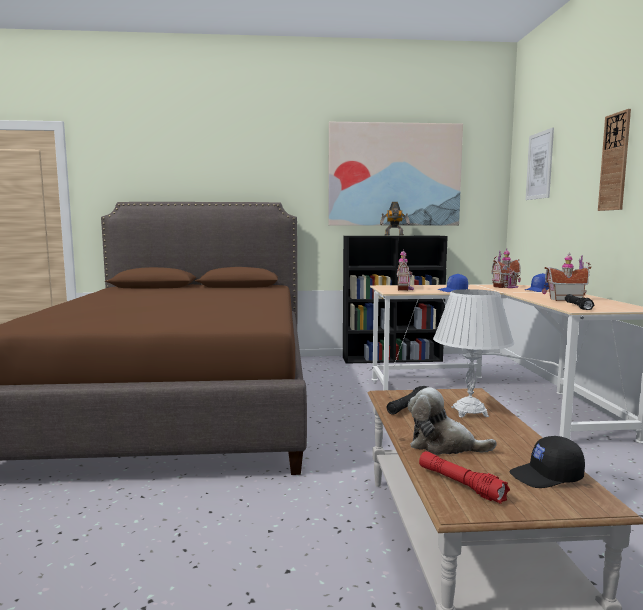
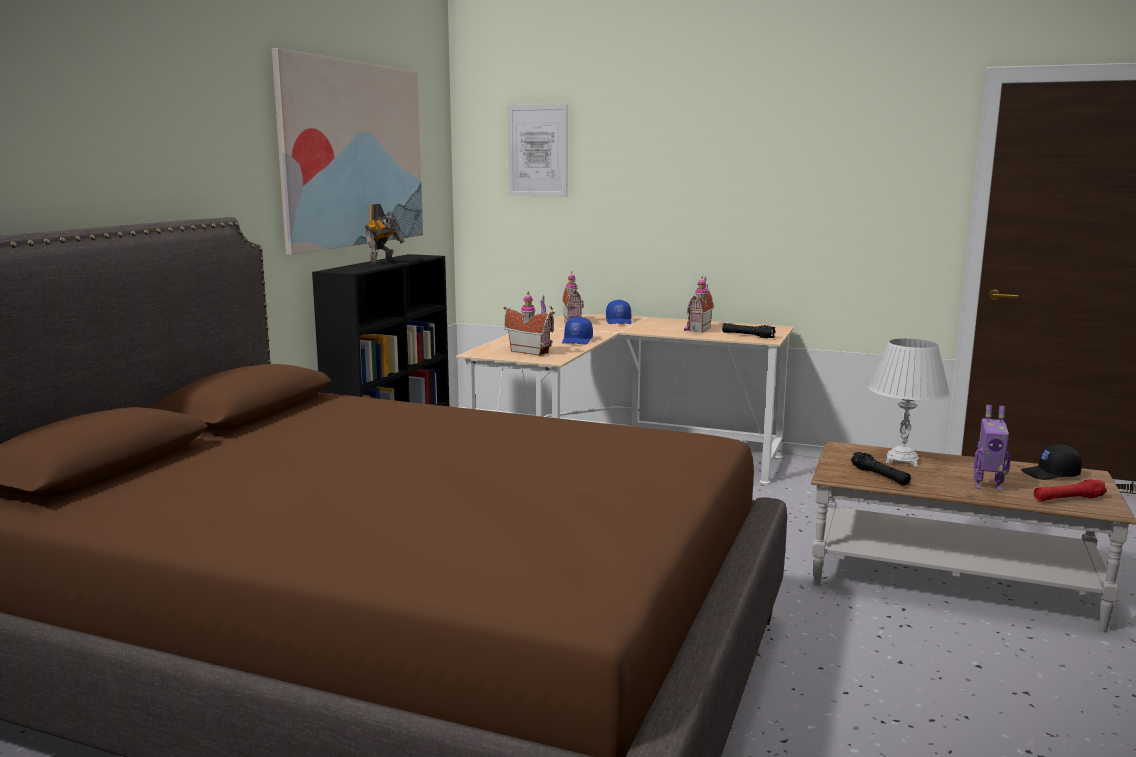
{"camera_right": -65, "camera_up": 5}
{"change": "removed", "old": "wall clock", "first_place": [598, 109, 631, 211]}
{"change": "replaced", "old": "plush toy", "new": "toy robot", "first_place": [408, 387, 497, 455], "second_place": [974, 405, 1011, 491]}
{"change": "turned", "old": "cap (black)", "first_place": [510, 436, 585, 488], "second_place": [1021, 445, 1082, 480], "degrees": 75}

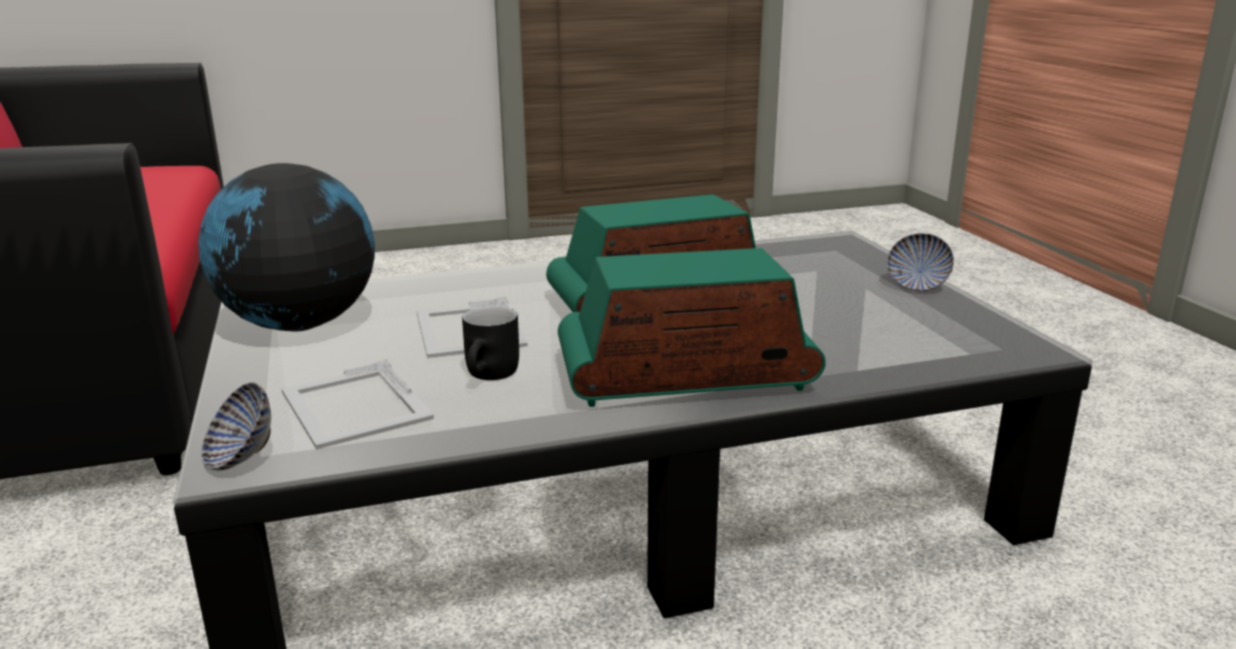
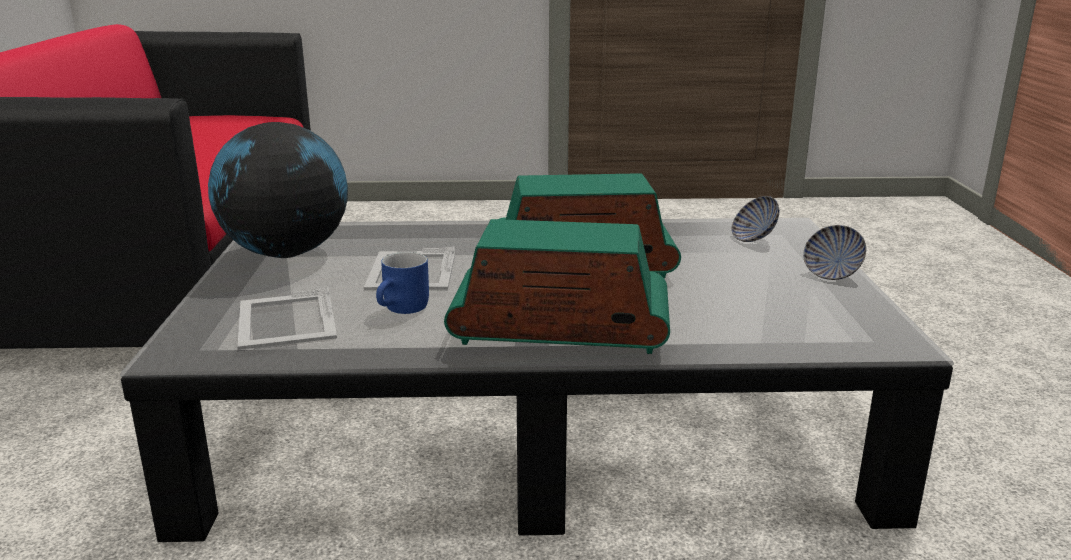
{"camera_right": 15, "camera_up": 0}
{"change": "recoloured", "old": "mug (black)", "new": "mug (blue)", "first_place": [462, 306, 519, 380], "second_place": [376, 252, 429, 314]}
{"change": "moved", "old": "bowl", "first_place": [201, 382, 271, 471], "second_place": [732, 196, 779, 242]}

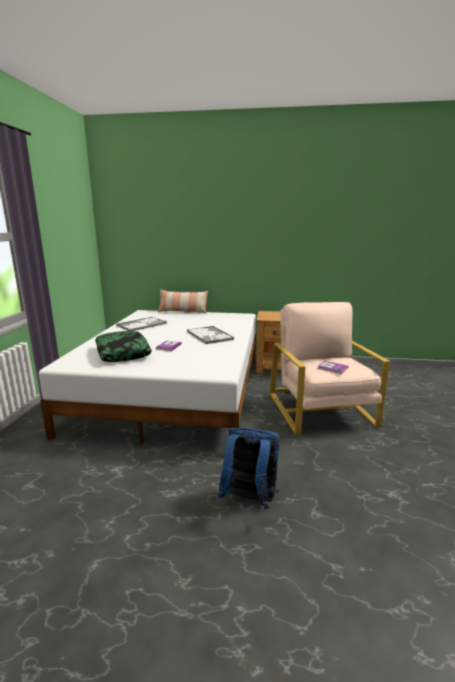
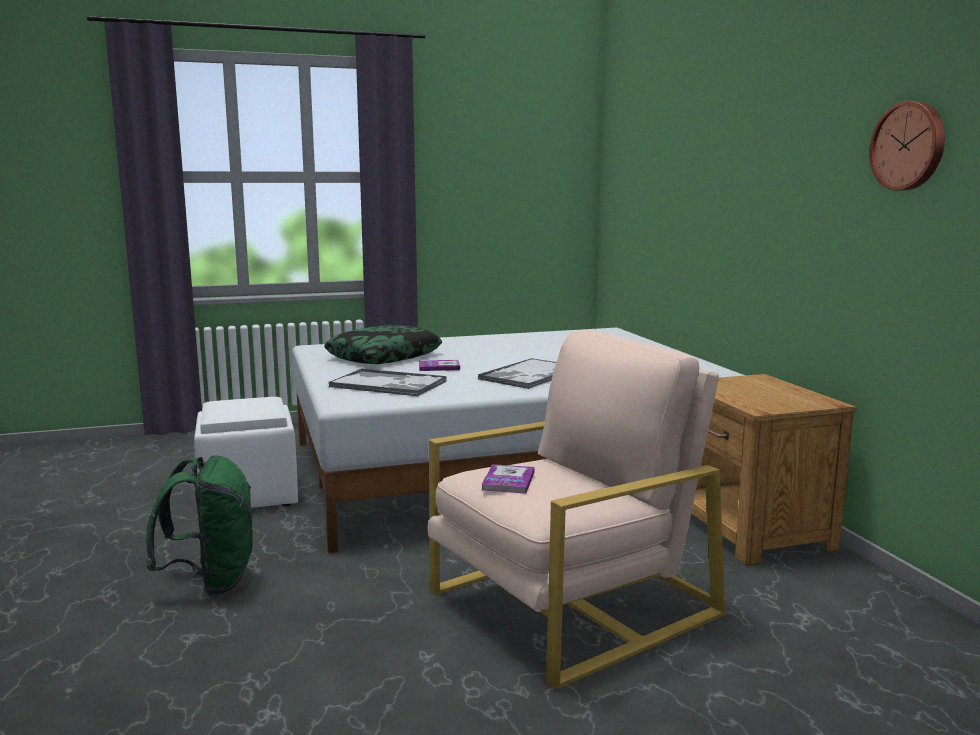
{"camera_right": 65, "camera_up": -5}
{"change": "removed", "old": "pillow", "first_place": [158, 289, 208, 314]}
{"change": "moved", "old": "tray", "first_place": [116, 317, 167, 331], "second_place": [329, 369, 447, 396]}
{"change": "recoloured", "old": "backpack (blue)", "new": "backpack (green)", "first_place": [218, 428, 280, 509], "second_place": [146, 455, 253, 596]}
{"change": "added", "new": "wall clock", "second_place": [869, 101, 945, 190]}
{"change": "added", "new": "ottoman (white)", "second_place": [194, 397, 298, 508]}

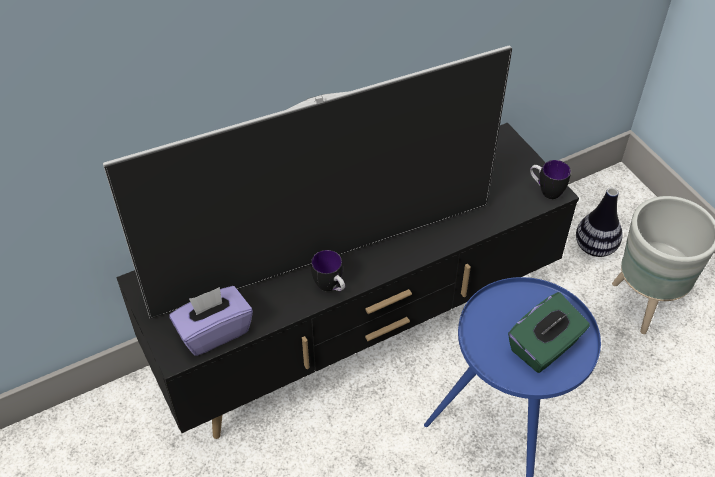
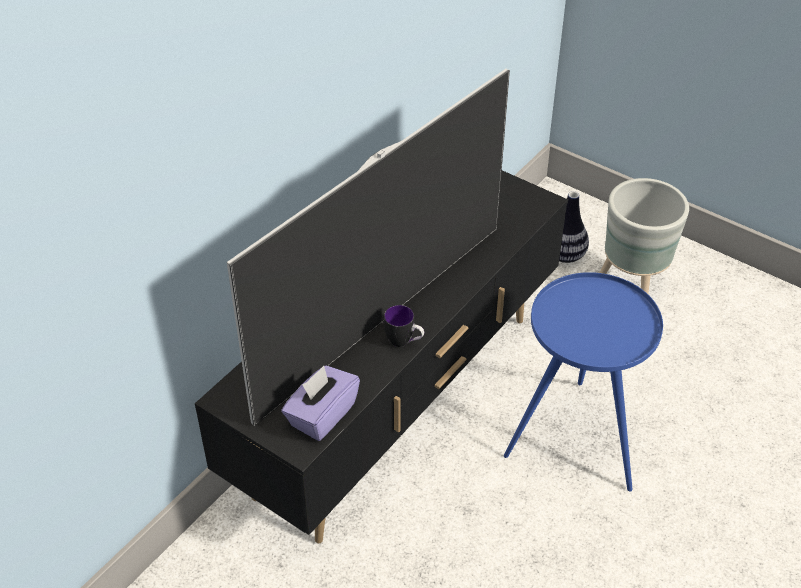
{"camera_right": -25, "camera_up": -5}
{"change": "removed", "old": "mug", "first_place": [530, 160, 571, 199]}
{"change": "removed", "old": "tissue box (green)", "first_place": [508, 292, 590, 373]}

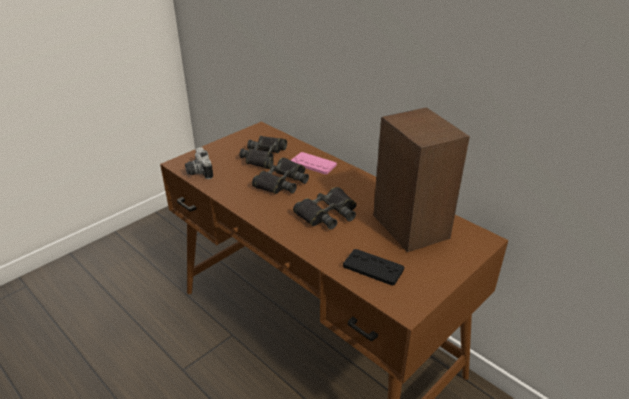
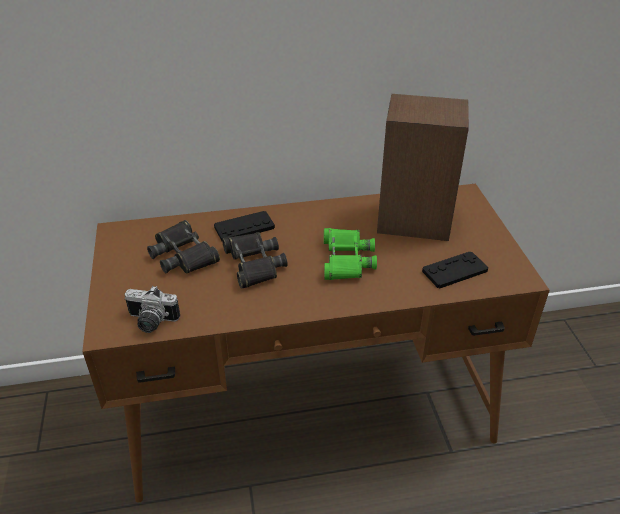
{"camera_right": -55, "camera_up": 5}
{"change": "recoloured", "old": "game controller (pink)", "new": "game controller (black)", "first_place": [291, 152, 337, 175], "second_place": [214, 211, 275, 241]}
{"change": "recoloured", "old": "binoculars (black)", "new": "binoculars (green)", "first_place": [293, 187, 357, 230], "second_place": [324, 228, 377, 280]}

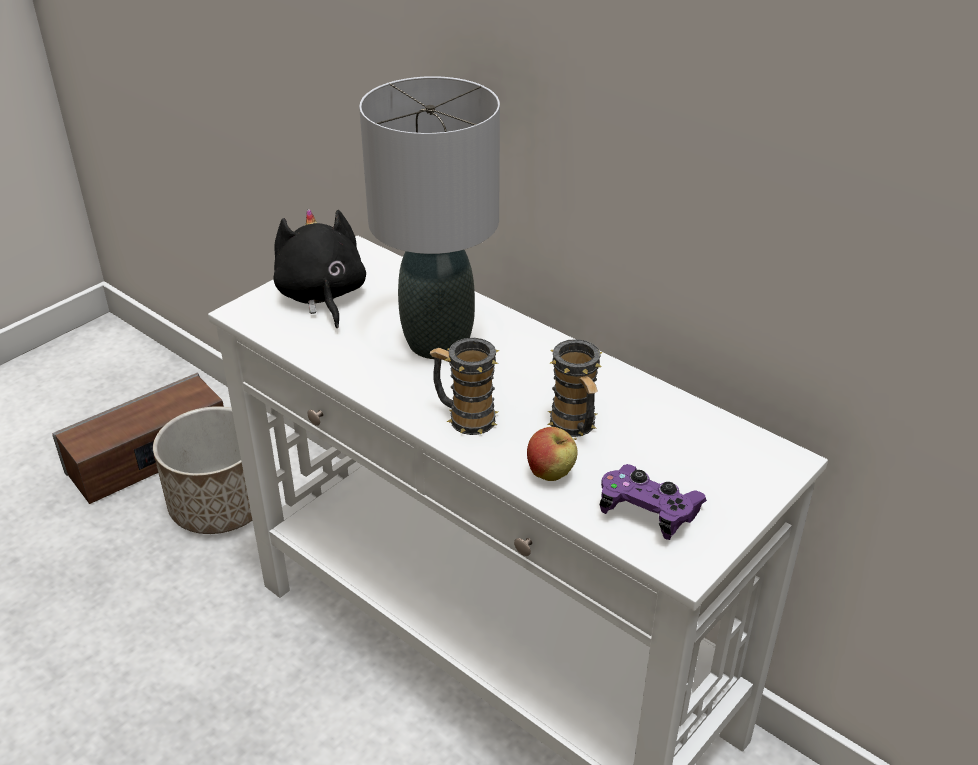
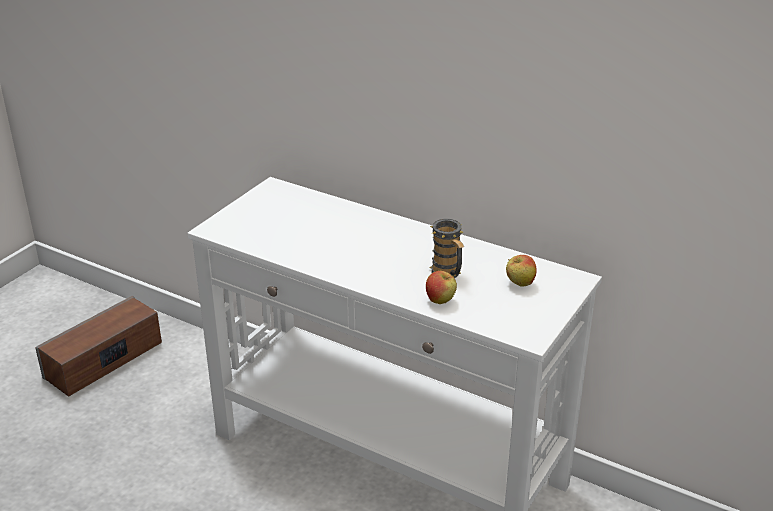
{"camera_right": -10, "camera_up": -5}
{"change": "removed", "old": "table lamp (grey)", "first_place": [359, 76, 500, 359]}
{"change": "removed", "old": "plush toy (black)", "first_place": [274, 209, 366, 328]}
{"change": "removed", "old": "mug", "first_place": [430, 338, 499, 435]}
{"change": "removed", "old": "planter", "first_place": [153, 406, 252, 534]}
{"change": "removed", "old": "game controller (purple)", "first_place": [599, 464, 707, 540]}
{"change": "added", "new": "apple", "second_place": [506, 255, 537, 287]}

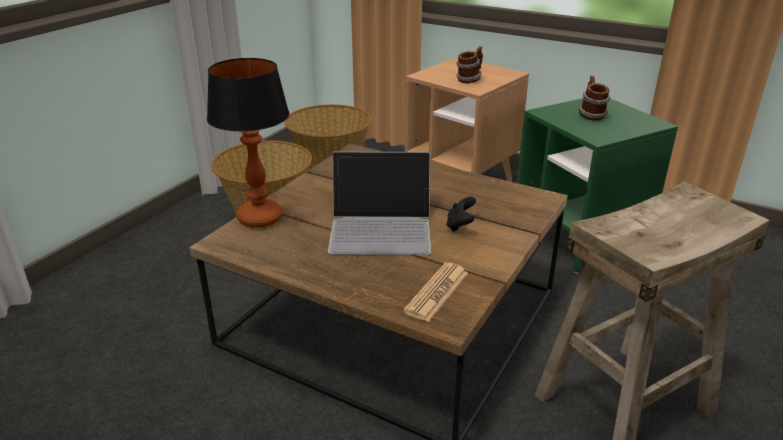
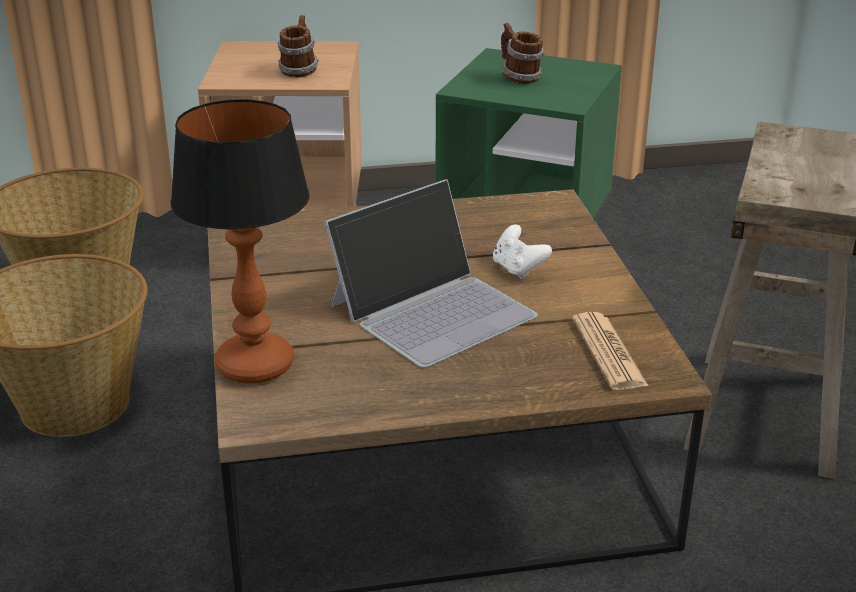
{"camera_right": -40, "camera_up": 0}
{"change": "recoloured", "old": "game controller (black)", "new": "game controller (white)", "first_place": [446, 197, 476, 232], "second_place": [493, 225, 552, 279]}

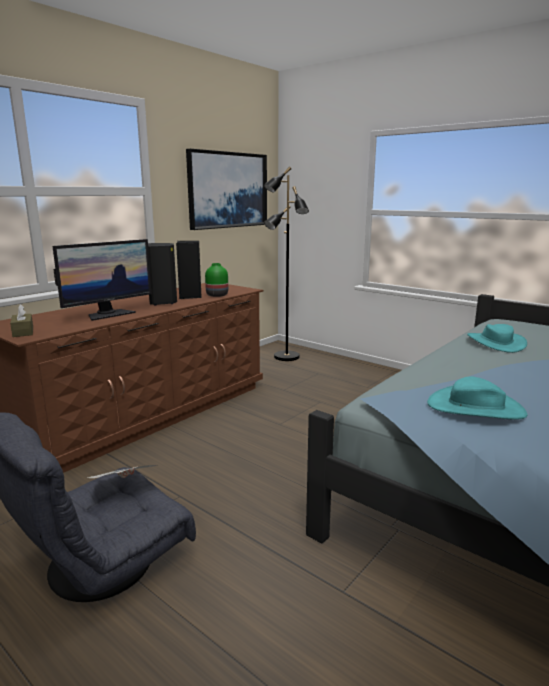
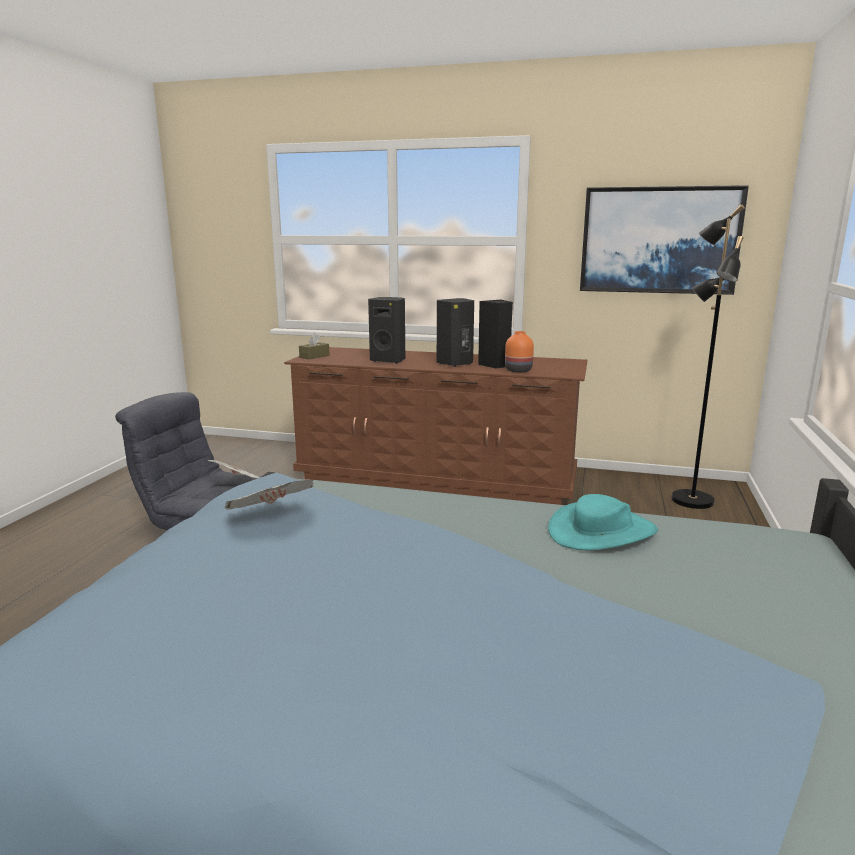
{"camera_right": 65, "camera_up": 0}
{"change": "replaced", "old": "monitor", "new": "speaker (black)", "first_place": [52, 239, 152, 321], "second_place": [368, 297, 405, 363]}
{"change": "recoloured", "old": "vase (green)", "new": "vase (orange)", "first_place": [205, 263, 228, 297], "second_place": [505, 331, 534, 373]}
{"change": "replaced", "old": "hat (turquoise)", "new": "newspaper", "first_place": [427, 376, 528, 420], "second_place": [225, 480, 314, 510]}

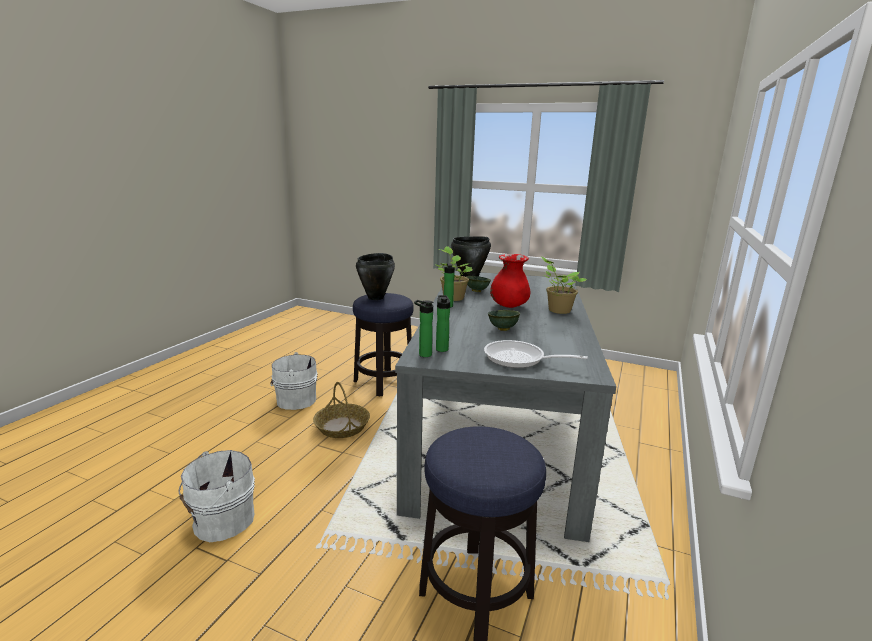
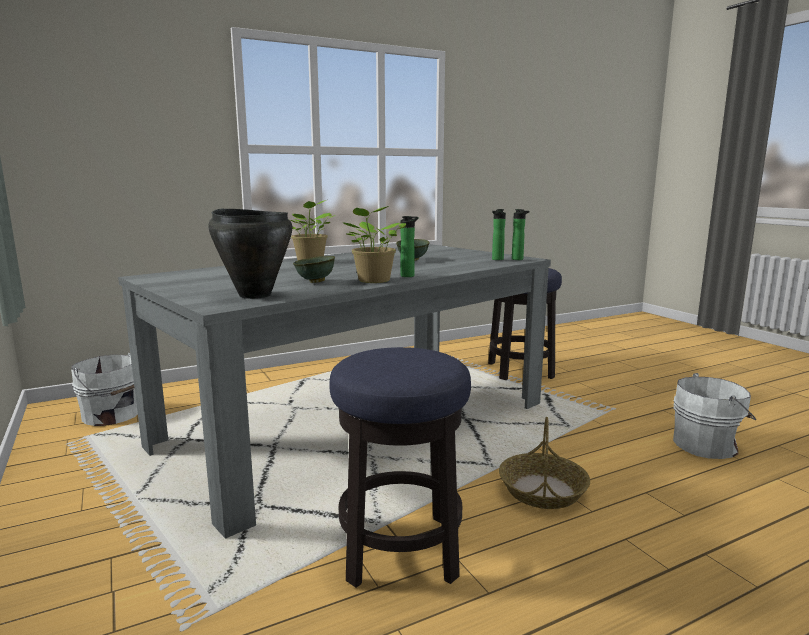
{"camera_right": -140, "camera_up": -5}
{"change": "removed", "old": "cooking pot (black)", "first_place": [356, 253, 395, 300]}
{"change": "removed", "old": "vase (red)", "first_place": [490, 254, 530, 308]}
{"change": "removed", "old": "frying pan", "first_place": [484, 340, 588, 368]}
{"change": "moved", "old": "bucket (white)", "first_place": [270, 352, 317, 410], "second_place": [71, 353, 138, 426]}

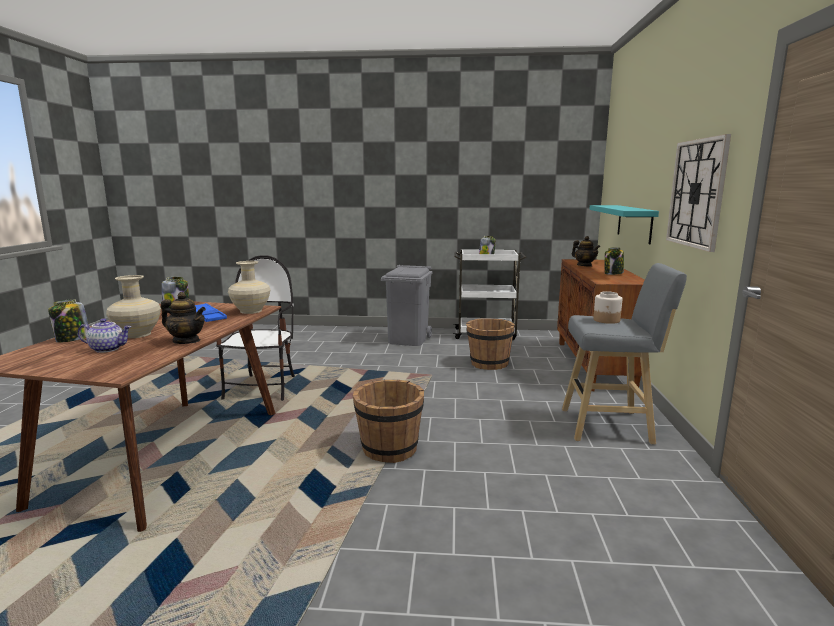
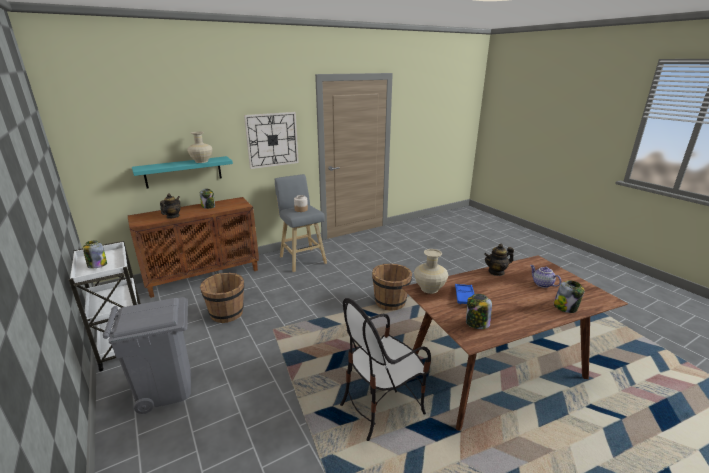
{"camera_right": -125, "camera_up": 10}
{"change": "moved", "old": "vase (beige)", "first_place": [106, 275, 161, 338], "second_place": [187, 132, 213, 163]}
{"change": "turned", "old": "teapot", "first_place": [161, 292, 206, 344], "second_place": [484, 244, 514, 276], "degrees": -90}

